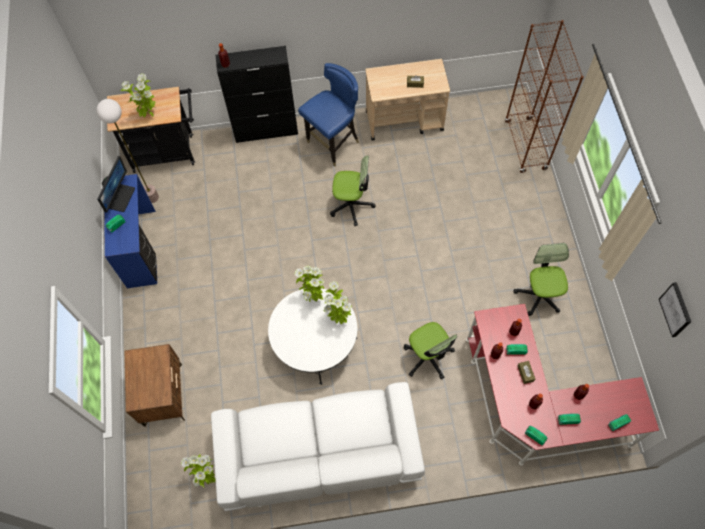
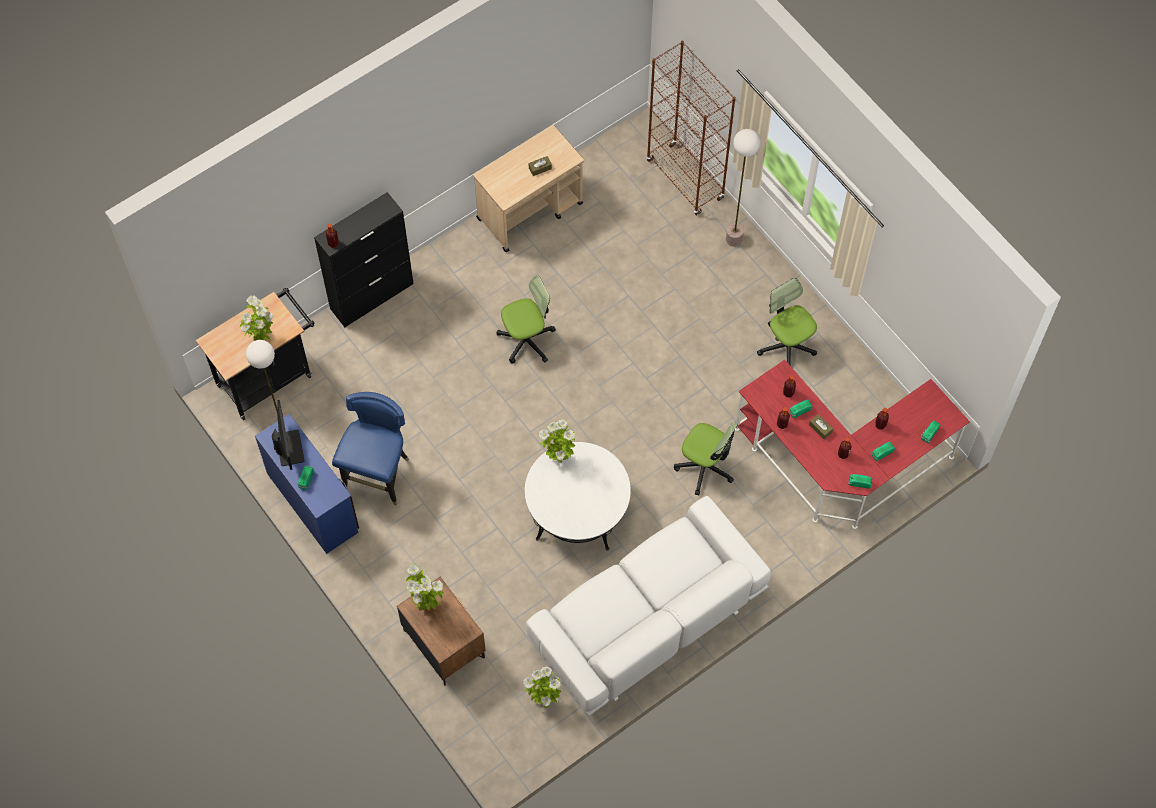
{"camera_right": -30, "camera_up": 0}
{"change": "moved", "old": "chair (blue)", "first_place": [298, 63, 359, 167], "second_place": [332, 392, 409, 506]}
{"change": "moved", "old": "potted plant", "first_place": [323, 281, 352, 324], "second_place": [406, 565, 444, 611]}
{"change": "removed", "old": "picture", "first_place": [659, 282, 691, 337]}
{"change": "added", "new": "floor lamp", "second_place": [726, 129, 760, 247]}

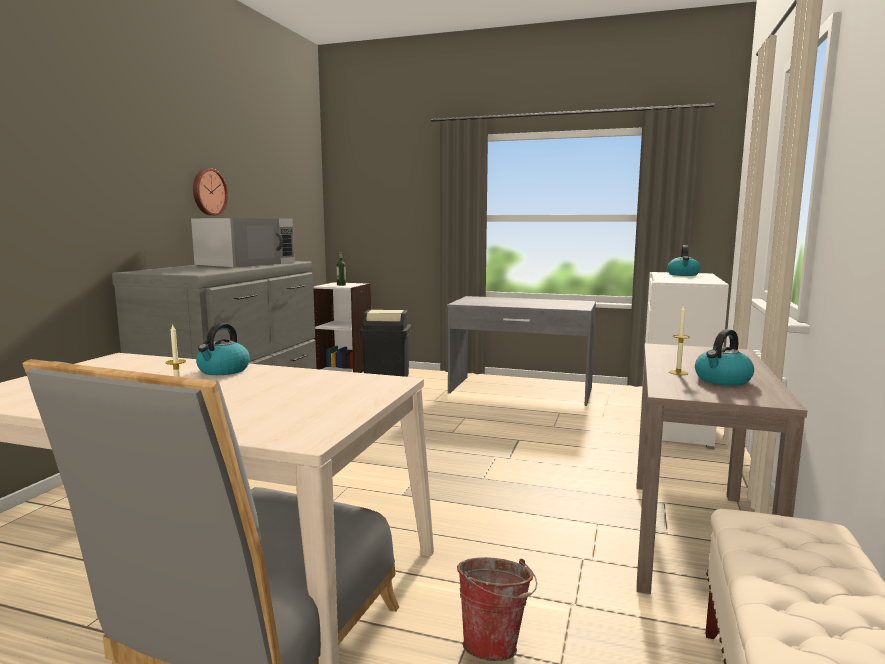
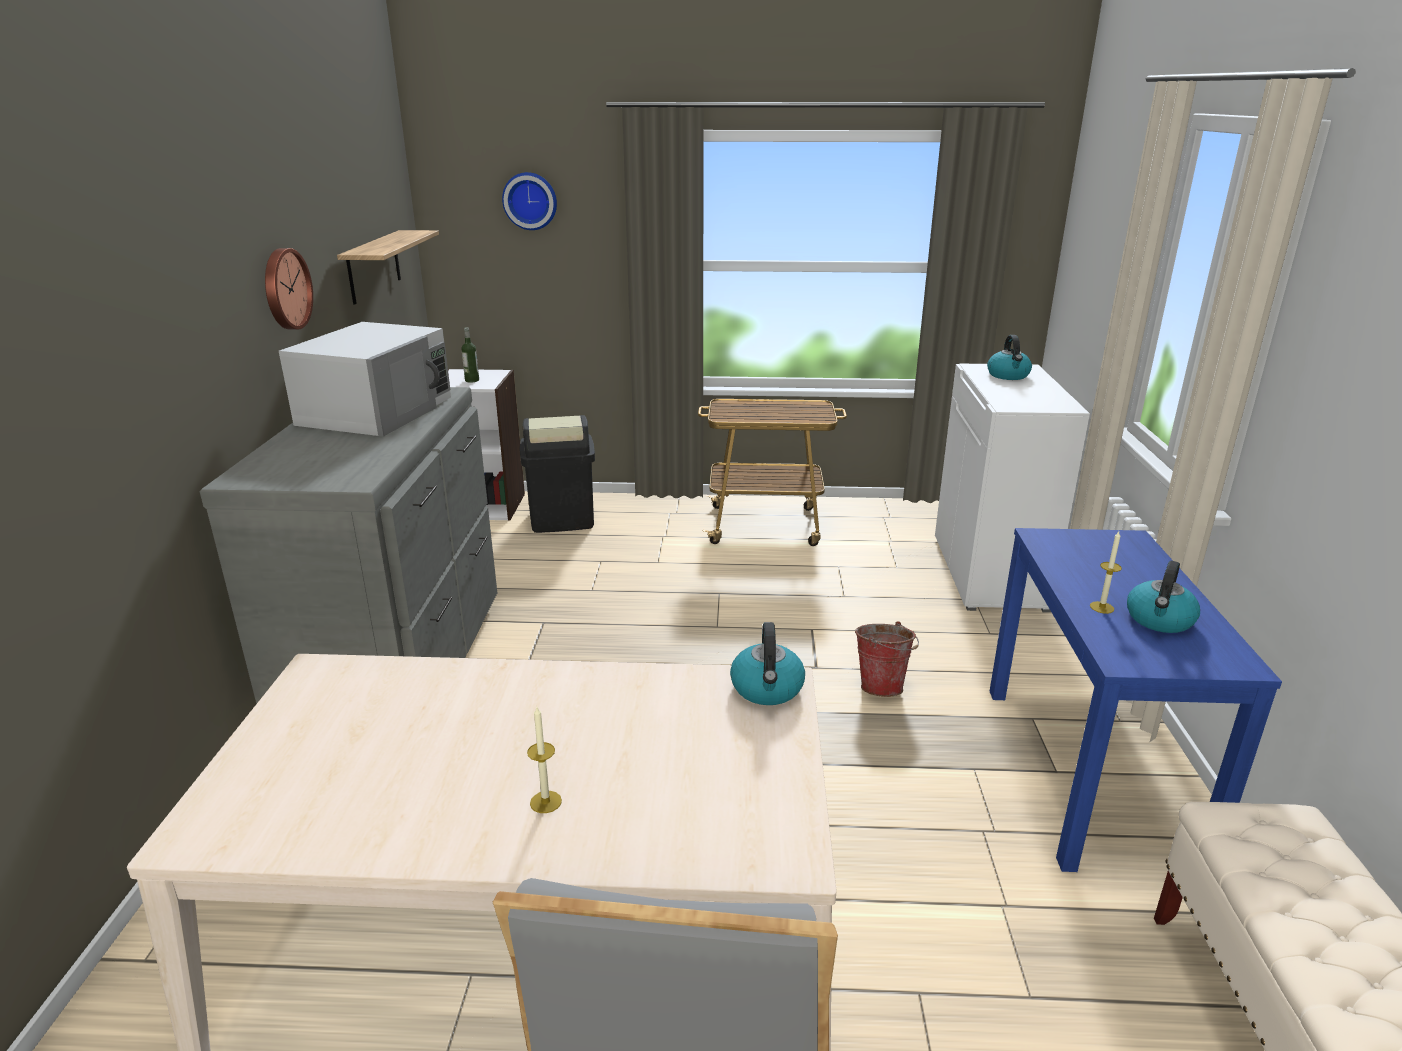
{"camera_right": -15, "camera_up": 15}
{"change": "replaced", "old": "desk (grey)", "new": "cart", "first_place": [447, 296, 596, 406], "second_place": [698, 399, 847, 546]}
{"change": "moved", "old": "kettle", "first_place": [196, 323, 250, 375], "second_place": [730, 622, 805, 705]}
{"change": "recoloured", "old": "console table (brown)", "new": "console table (blue)", "first_place": [637, 343, 807, 594], "second_place": [989, 528, 1282, 872]}
{"change": "moved", "old": "bucket", "first_place": [457, 557, 537, 661], "second_place": [855, 621, 919, 697]}
{"change": "added", "new": "wall clock", "second_place": [502, 172, 557, 230]}
{"change": "added", "new": "shelf", "second_place": [337, 230, 439, 305]}

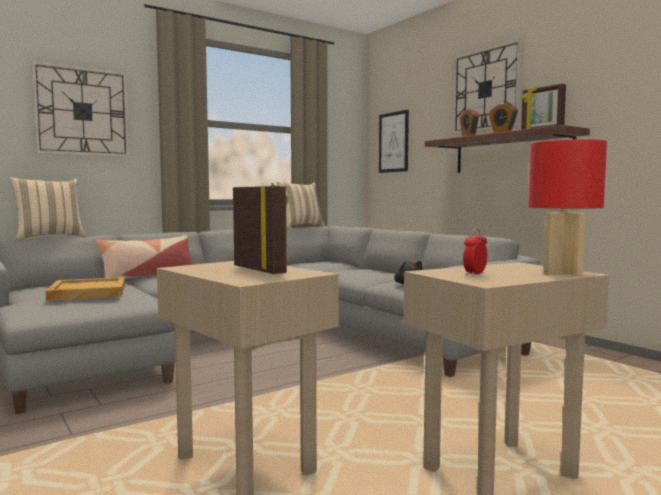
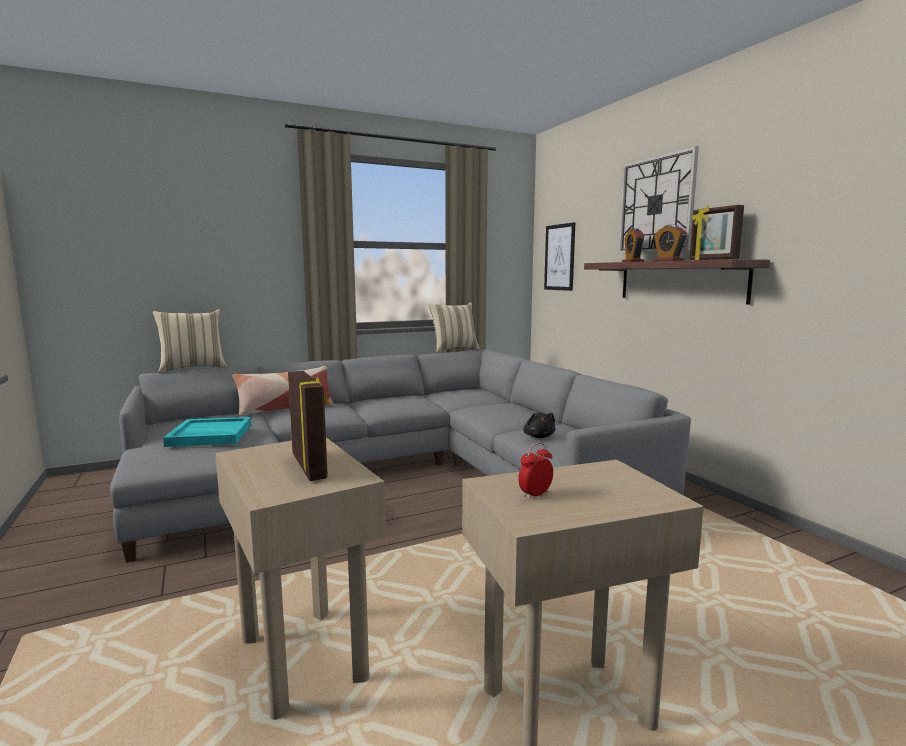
{"camera_right": 10, "camera_up": 5}
{"change": "removed", "old": "wall clock", "first_place": [31, 61, 129, 157]}
{"change": "removed", "old": "table lamp (red)", "first_place": [528, 139, 607, 276]}
{"change": "recoloured", "old": "tray (beige)", "new": "tray (turquoise)", "first_place": [45, 277, 125, 301], "second_place": [163, 417, 251, 447]}

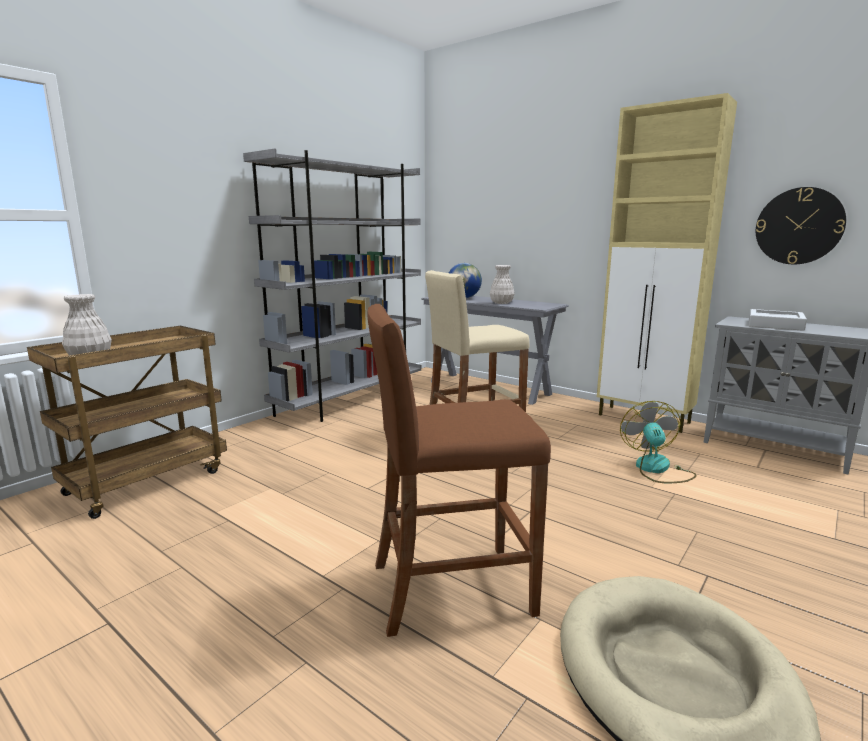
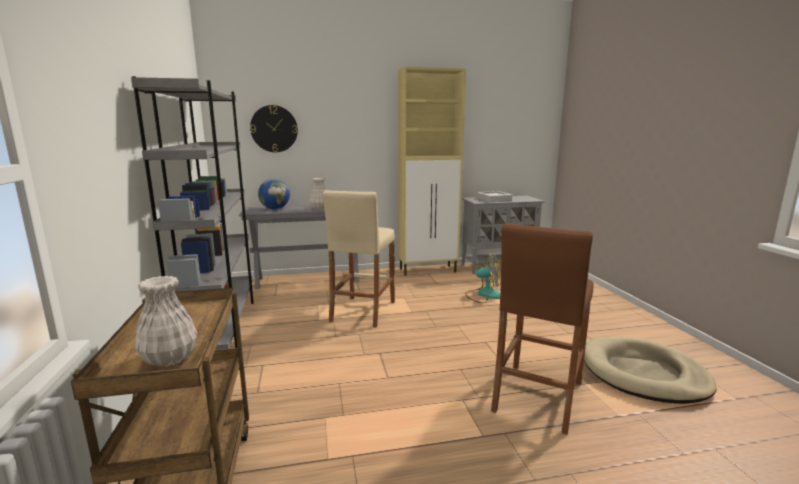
{"camera_right": -50, "camera_up": 0}
{"change": "moved", "old": "wall clock", "first_place": [756, 187, 846, 264], "second_place": [250, 105, 298, 152]}
{"change": "turned", "old": "fan", "first_place": [620, 401, 696, 484], "second_place": [465, 253, 501, 303], "degrees": 135}

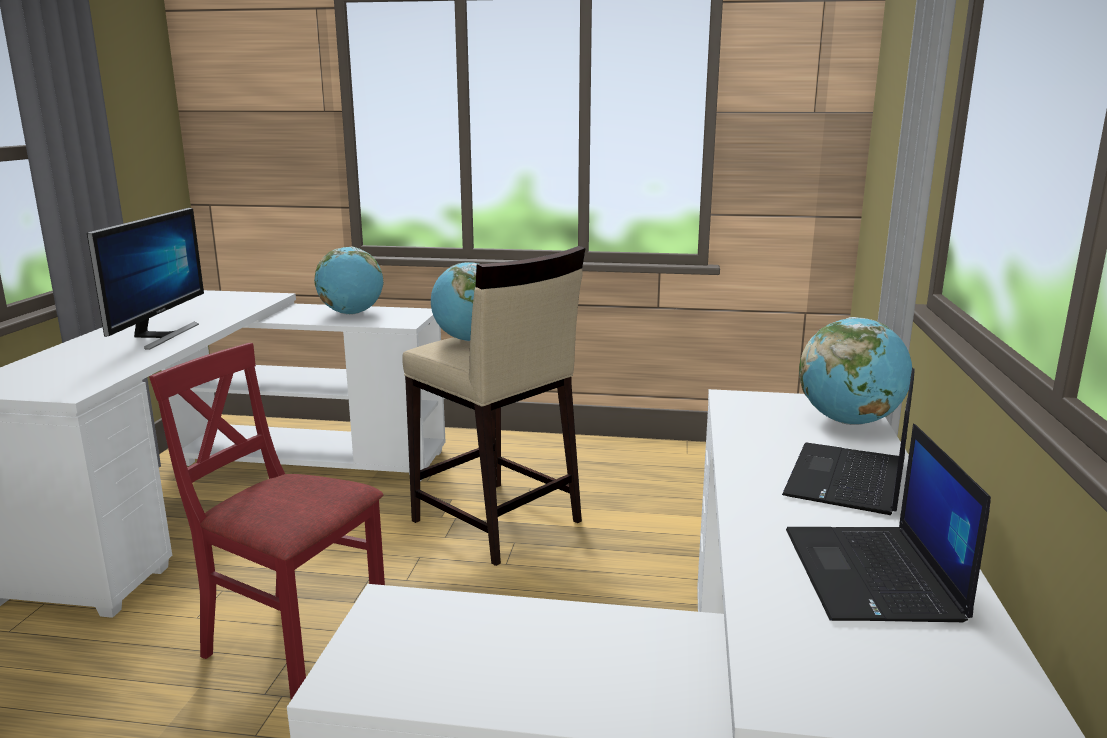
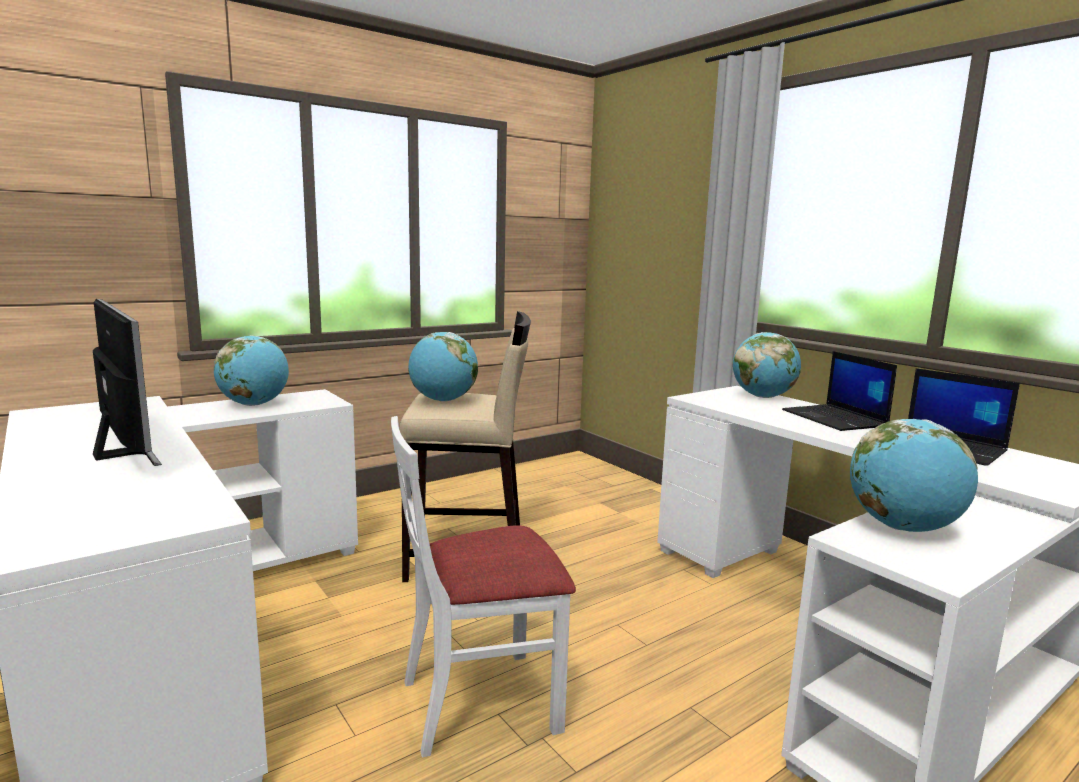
{"camera_right": -45, "camera_up": -5}
{"change": "recoloured", "old": "chair (red)", "new": "chair (white)", "first_place": [149, 343, 385, 700], "second_place": [391, 416, 576, 757]}
{"change": "added", "new": "globe", "second_place": [850, 419, 978, 532]}

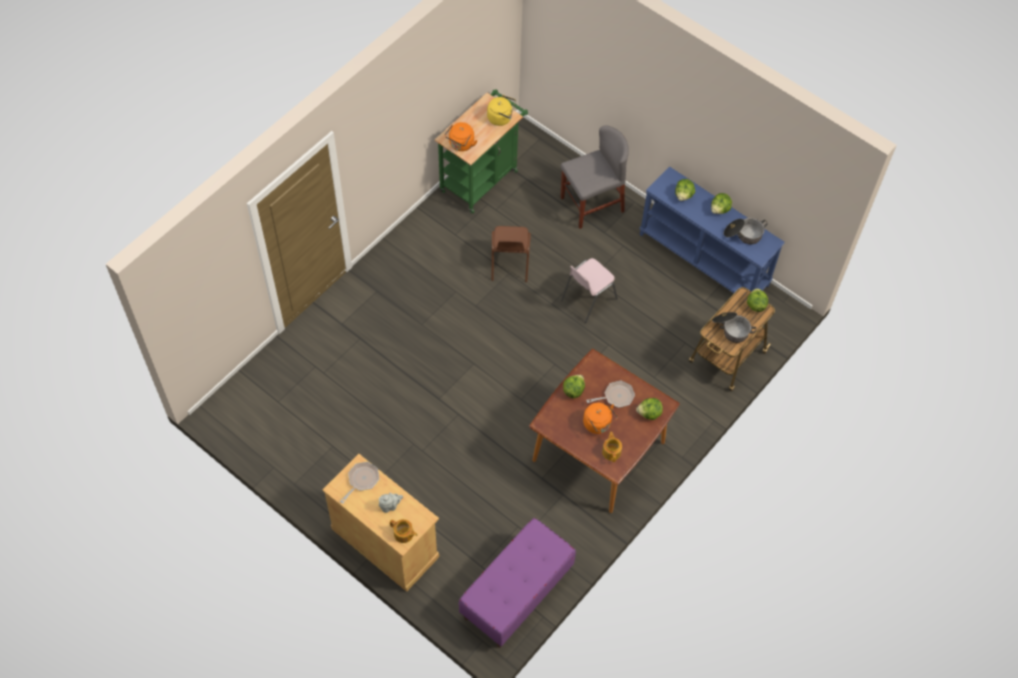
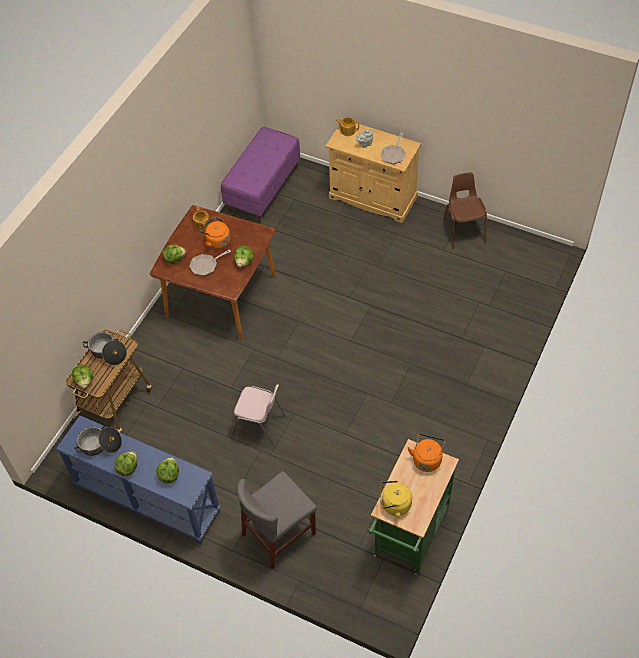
{"camera_right": 170, "camera_up": -5}
{"change": "moved", "old": "chair (brown)", "first_place": [492, 226, 531, 282], "second_place": [443, 173, 487, 249]}
{"change": "turned", "old": "chair (pink)", "first_place": [561, 258, 618, 323], "second_place": [232, 384, 286, 447], "degrees": 75}

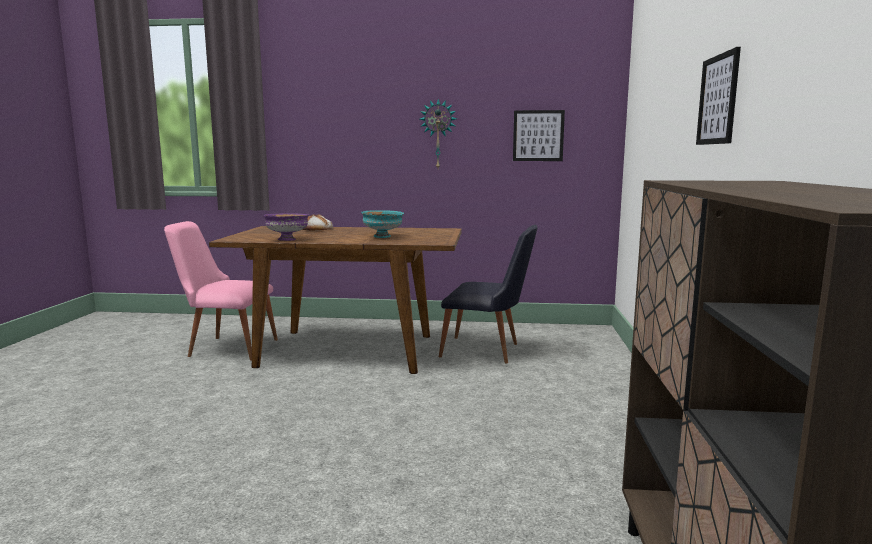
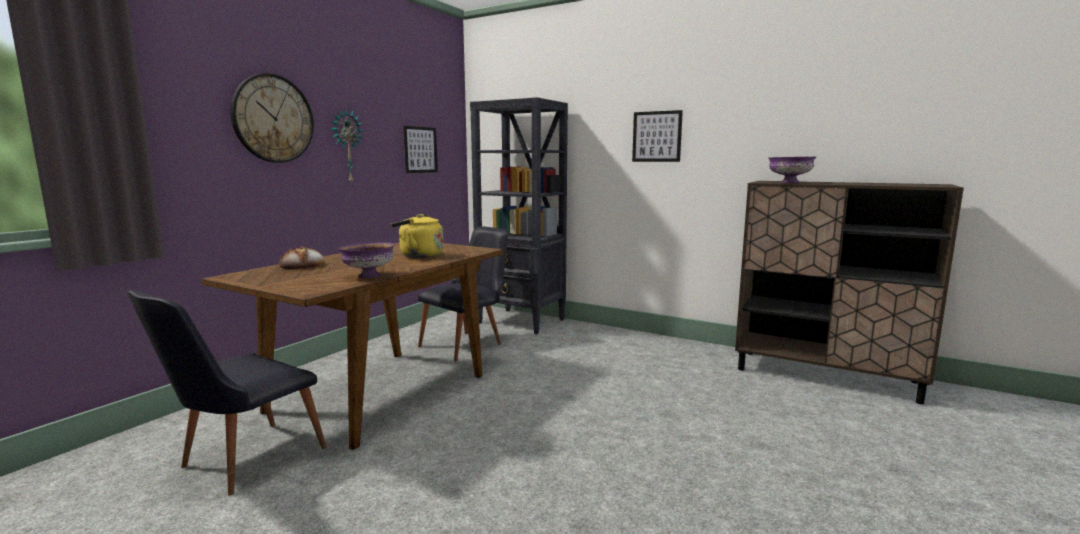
{"camera_right": -65, "camera_up": 0}
{"change": "replaced", "old": "bowl (turquoise)", "new": "kettle (yellow)", "first_place": [361, 210, 404, 238], "second_place": [390, 214, 443, 258]}
{"change": "recoloured", "old": "chair (pink)", "new": "chair (black)", "first_place": [164, 221, 278, 361], "second_place": [127, 290, 327, 496]}
{"change": "added", "new": "wall clock", "second_place": [230, 73, 314, 163]}
{"change": "added", "new": "bookcase (black)", "second_place": [470, 97, 568, 334]}
{"change": "added", "new": "bowl (purple)", "second_place": [768, 157, 816, 183]}

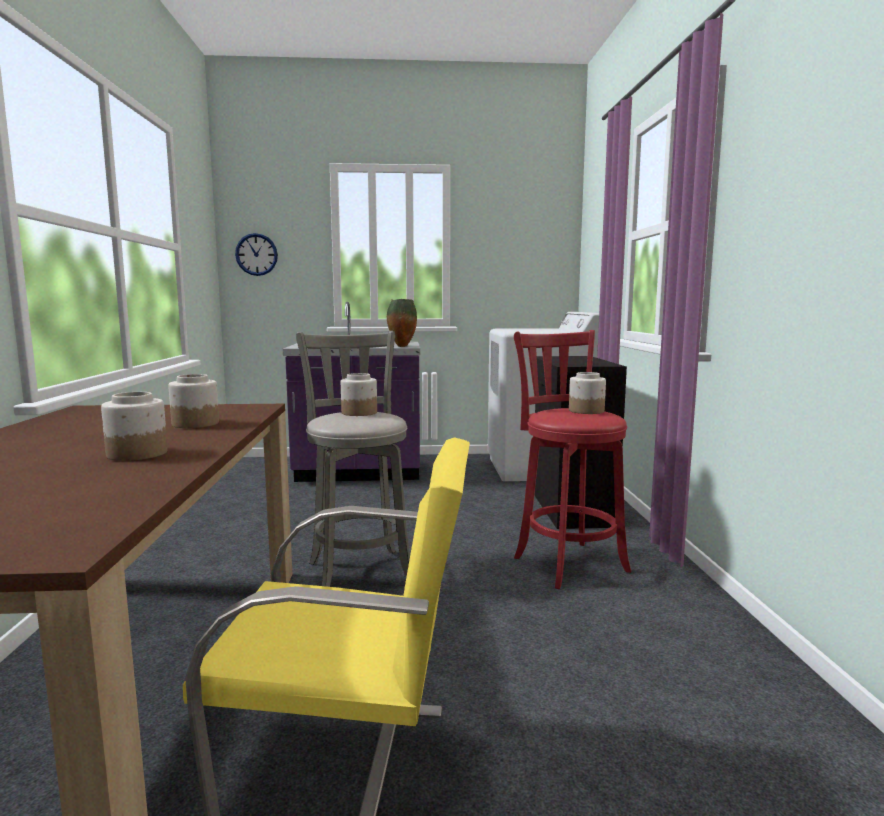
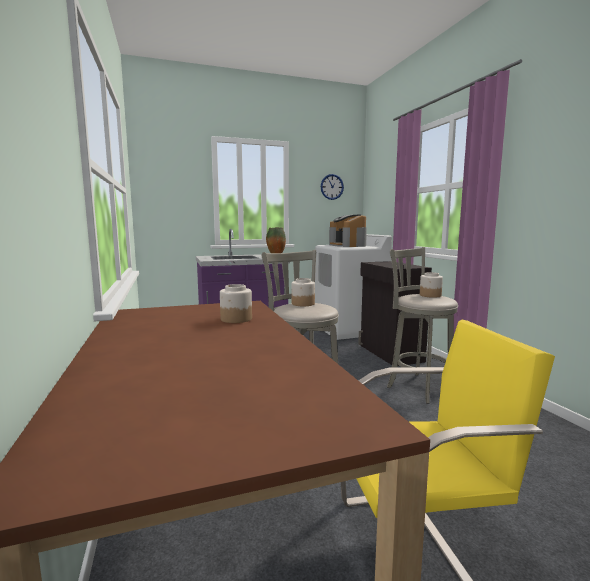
{"camera_right": -15, "camera_up": 0}
{"change": "moved", "old": "wall clock", "first_place": [235, 233, 278, 276], "second_place": [321, 174, 344, 200]}
{"change": "recoloured", "old": "stool (red)", "new": "stool (grey)", "first_place": [514, 330, 631, 589], "second_place": [387, 247, 458, 404]}
{"change": "removed", "old": "jar", "first_place": [101, 392, 168, 461]}
{"change": "added", "new": "coffee machine", "second_place": [329, 215, 367, 247]}

